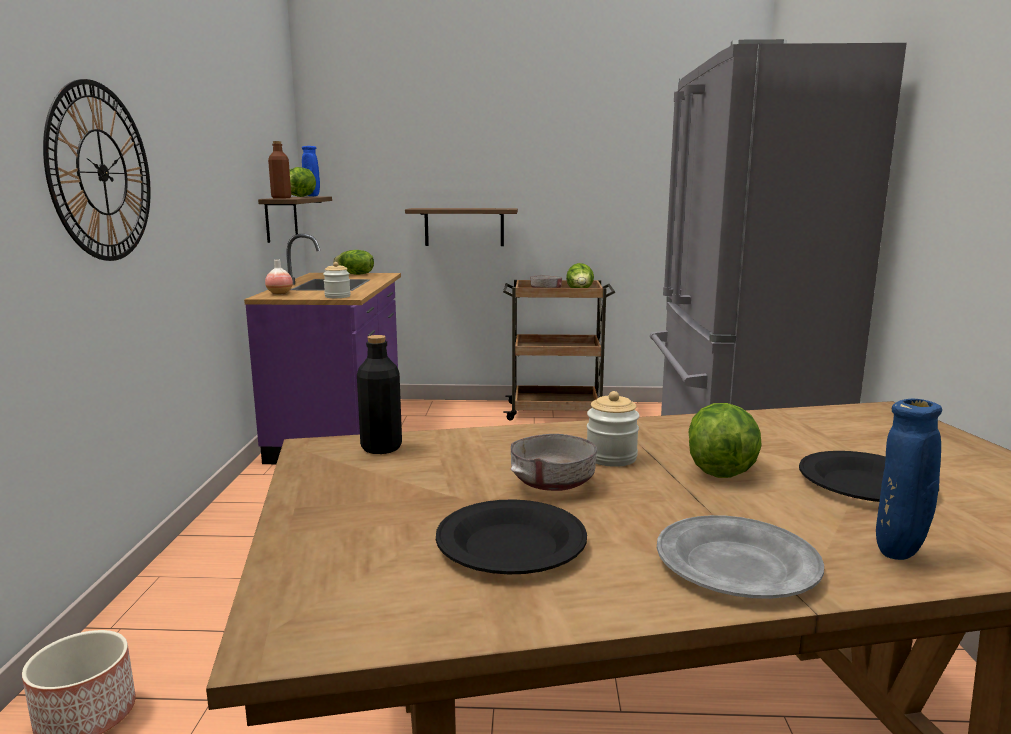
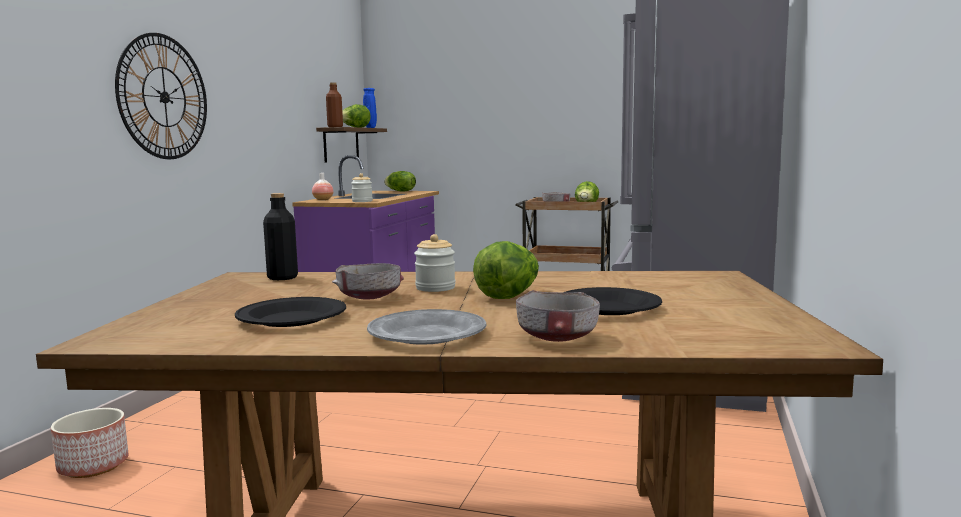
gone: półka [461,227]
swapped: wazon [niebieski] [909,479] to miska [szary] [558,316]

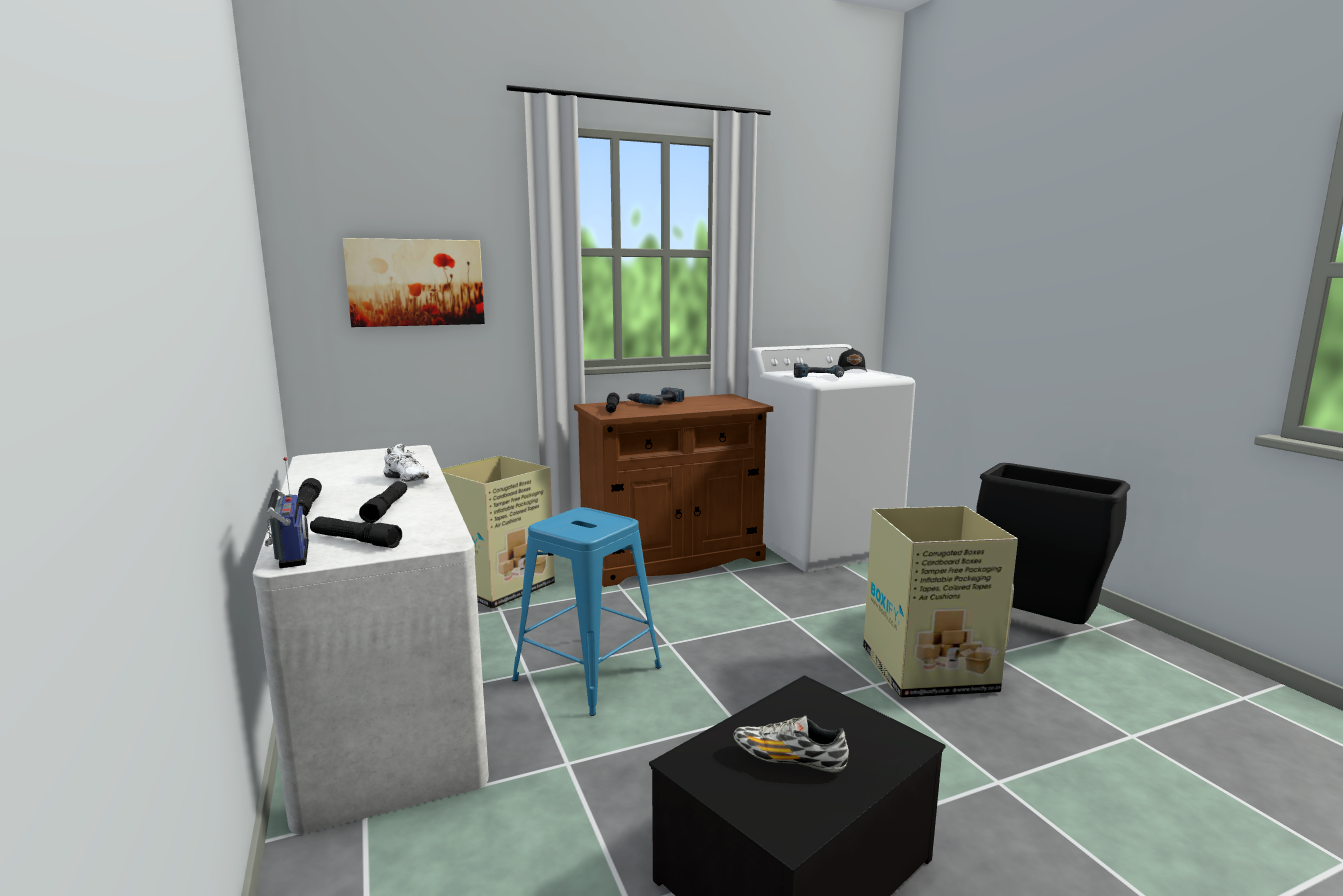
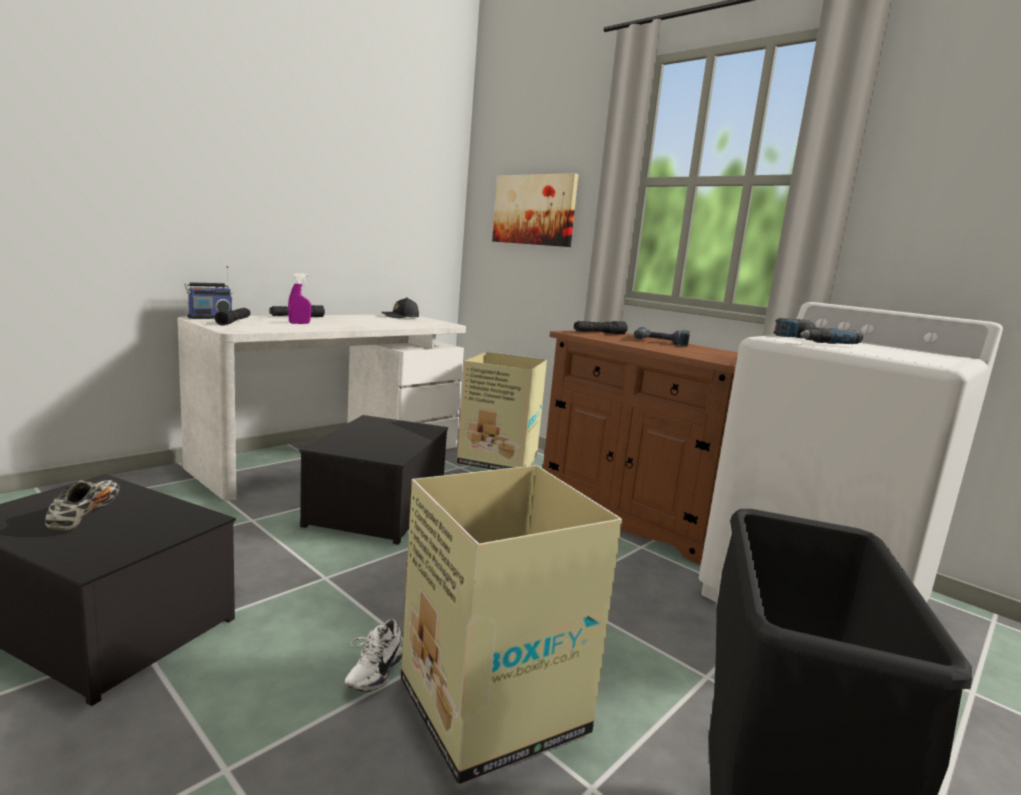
shifted: but [biały] [406,463] to [374,655]; czapka z daszkiem [czarny] [852,359] to [400,307]
swapped: latarka [czarny] [383,502] to spryskiwacz [fioletowy] [299,298]; stołek [niebieski] [586,611] to pojemnik do przechowywania [373,480]

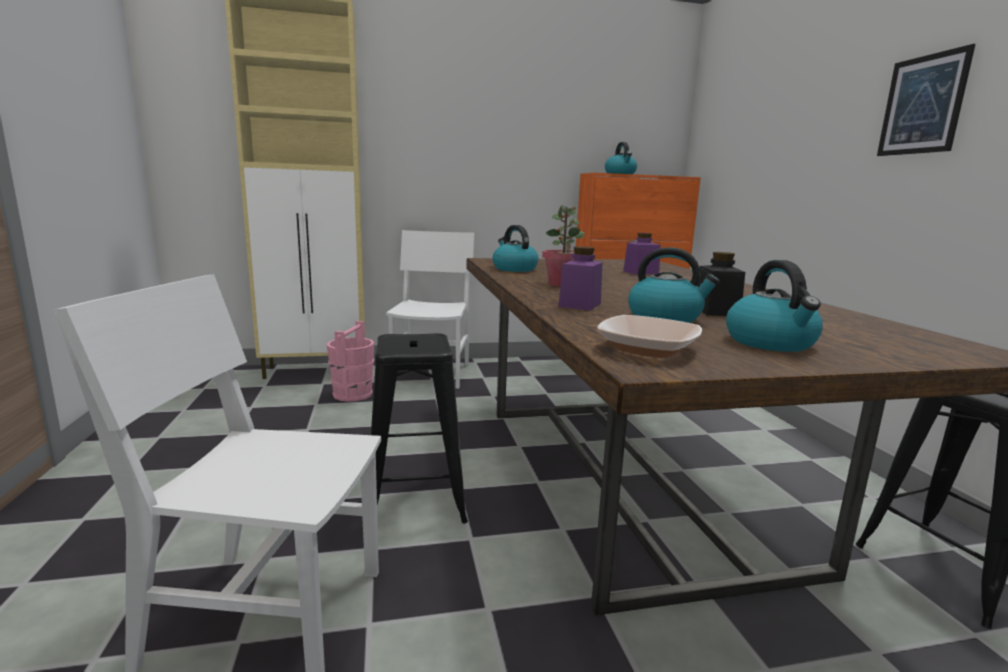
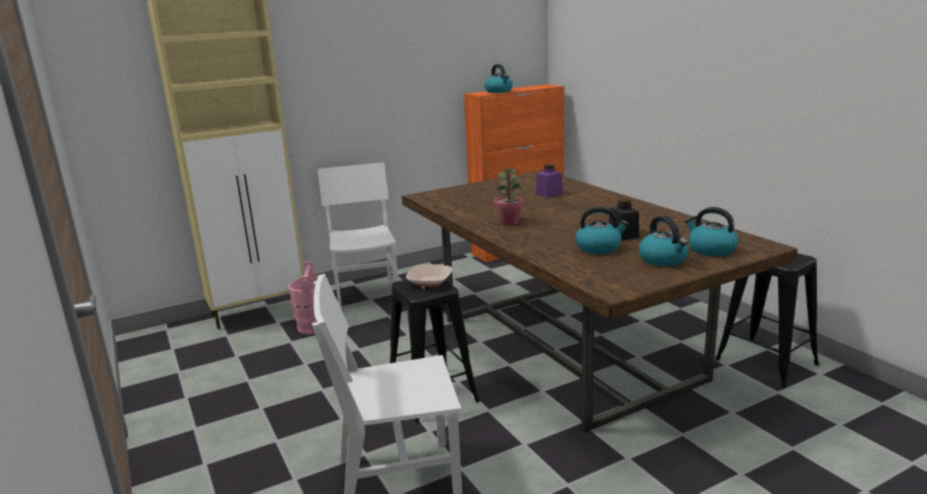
gone: słoik [fioletowy] [580,278]; obraz [926,100]
shifted: czajnik [515,248] to [711,231]; miska [649,336] to [429,275]

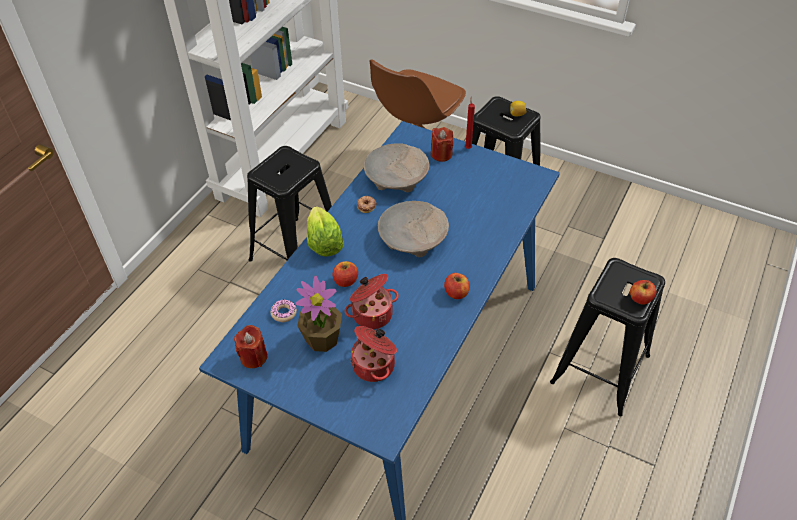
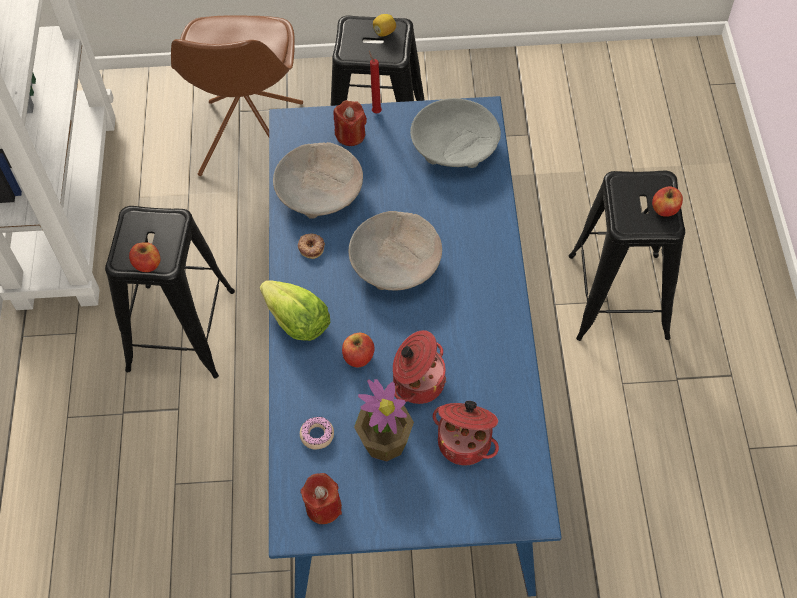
new: miska [szary] [455,133]
shifted: jabłko [456,286] to [145,257]

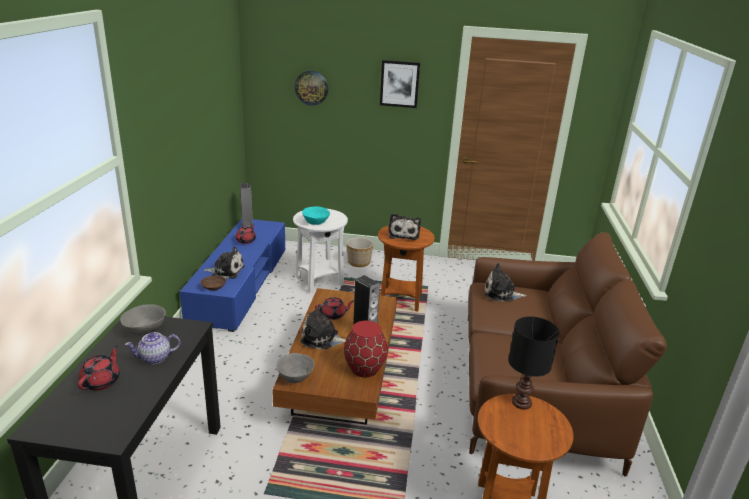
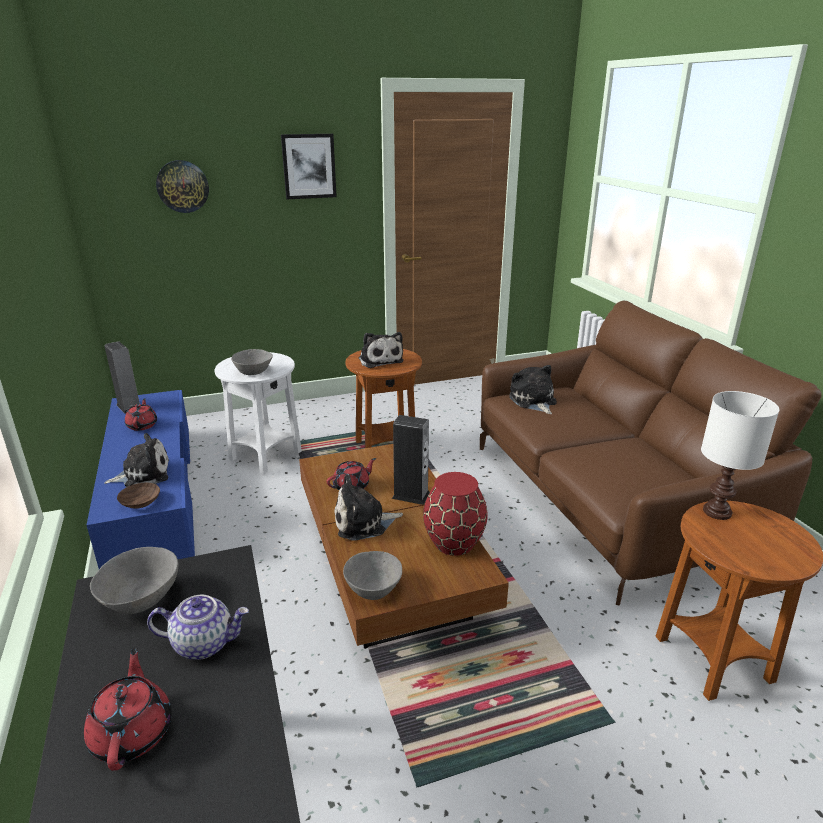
gone: donica [360,252]
repainted: miska [turkusowy] [316,216] to miska [szary] [252,362]; lampa stołowa [czarny] [533,363] to lampa stołowa [biały] [740,455]
rotated: imbryk [152,348] = [198,627] 135 degrees counterclockwise; pluszak [506,282] = [533,389] 90 degrees clockwise

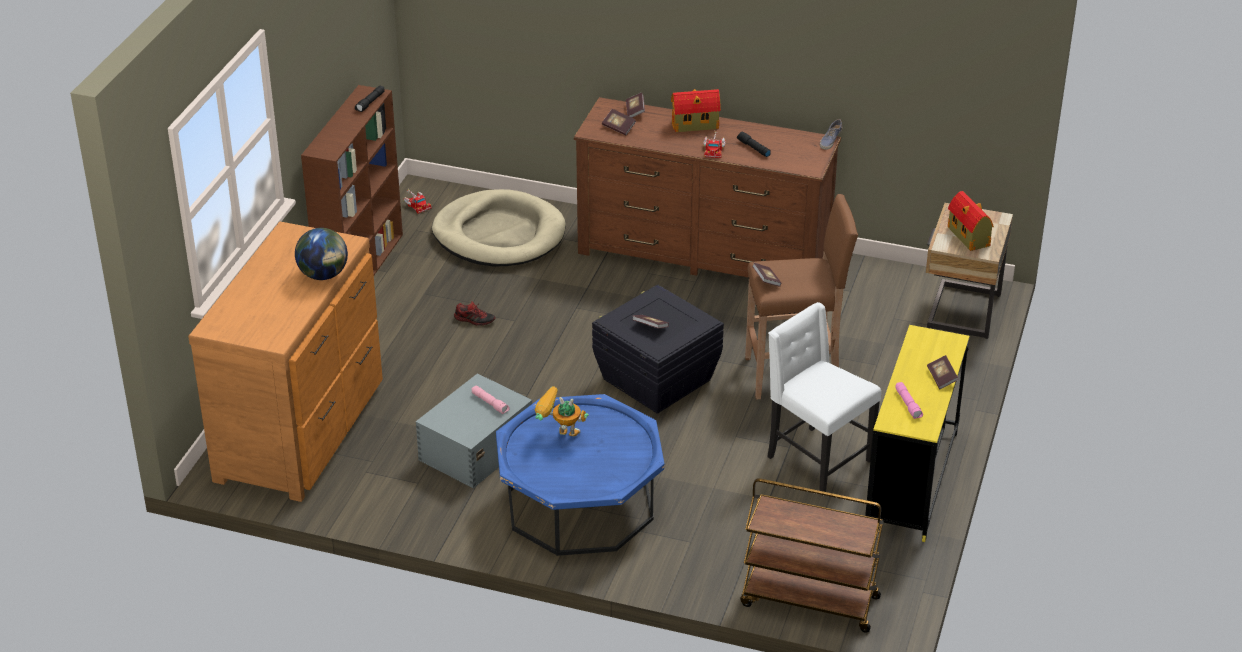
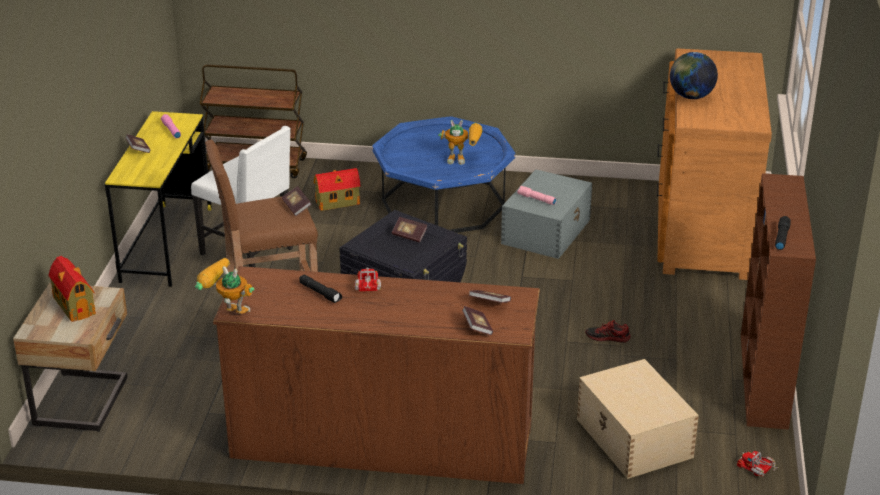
shifted: domek [696,110] to [337,189]
swapped: legowisko [beżowy] [499,227] to pojemnik do przechowywania [beżowy] [638,419]; but [831,134] to robot zabawkowy [224,286]

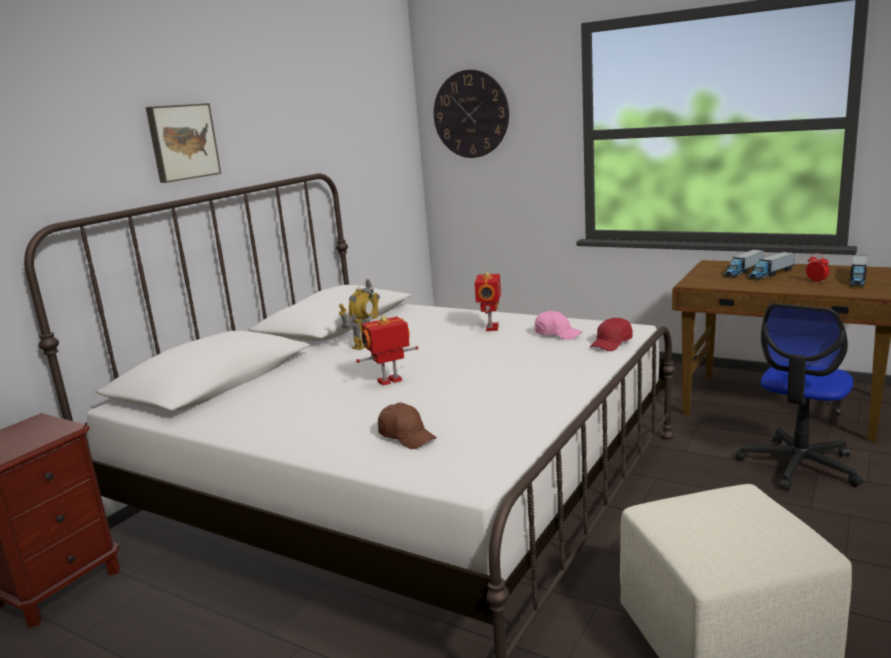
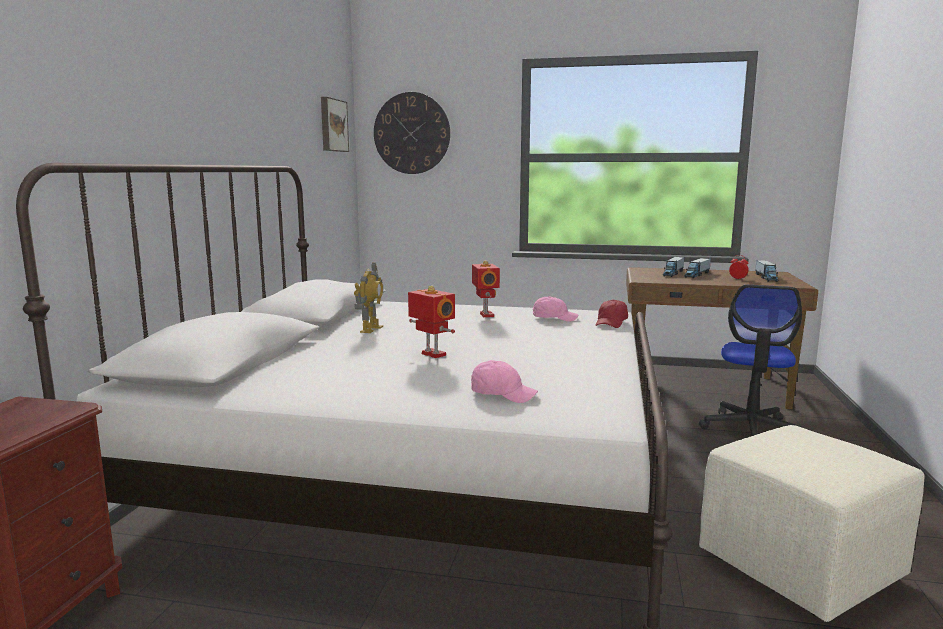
shifted: obraz [183,143] to [335,124]
repainted: czapka z daszkiem [brązowy] [407,426] to czapka z daszkiem [różowy] [504,381]
rotated: robot zabawkowy [387,351] = [431,321] 90 degrees clockwise

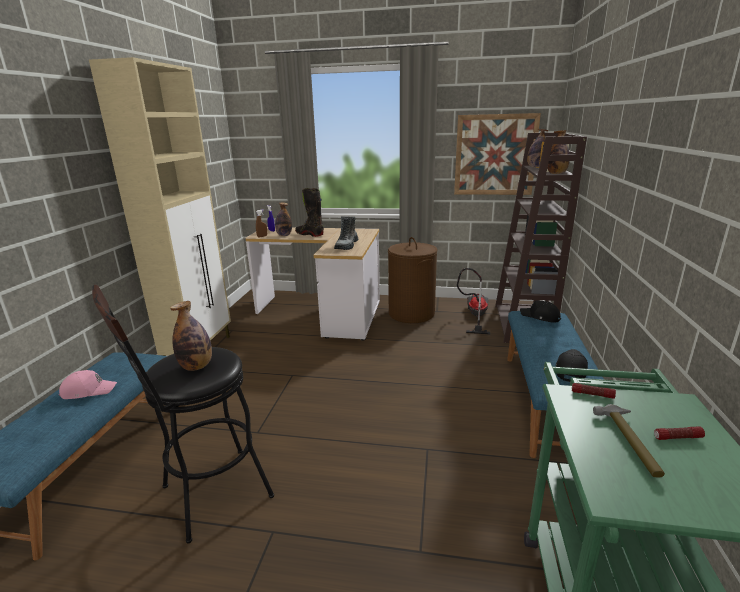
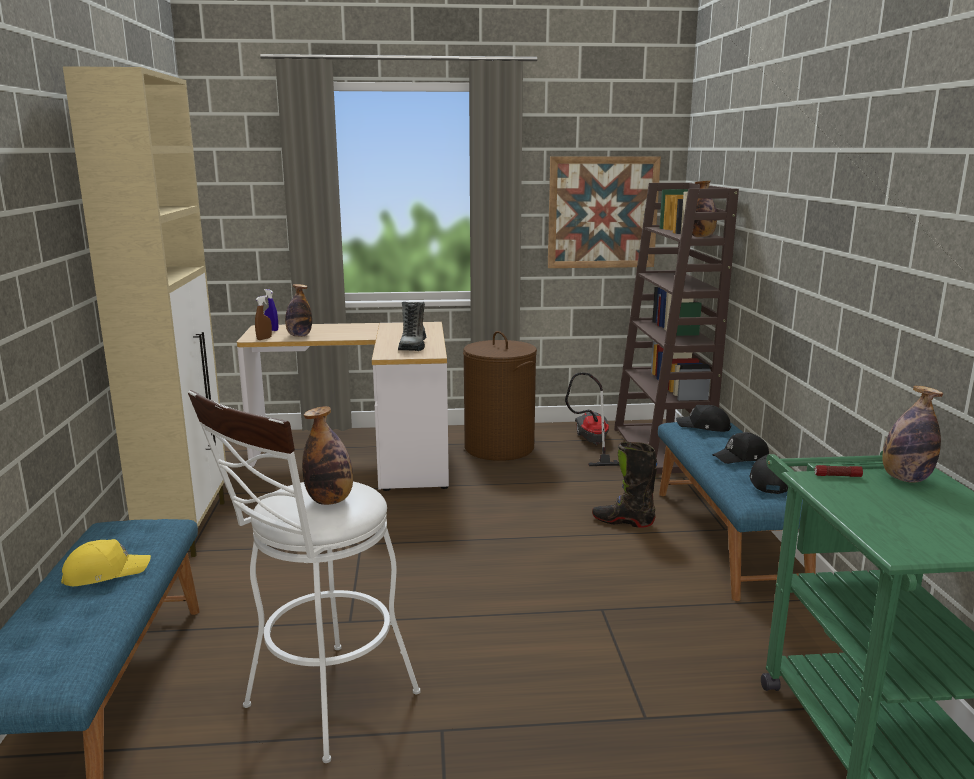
gone: młotek [629,440]; latarka [679,433]
new: czapka z daszkiem [czarny] [740,448]
shifted: but z cholewką [czarny] [309,212] to [624,484]; butelka [537,148] to [912,434]
repainted: czapka z daszkiem [różowy] [88,384] to czapka z daszkiem [żółty] [106,562]; stołek [czarny] [183,414] to stołek [biały] [304,576]

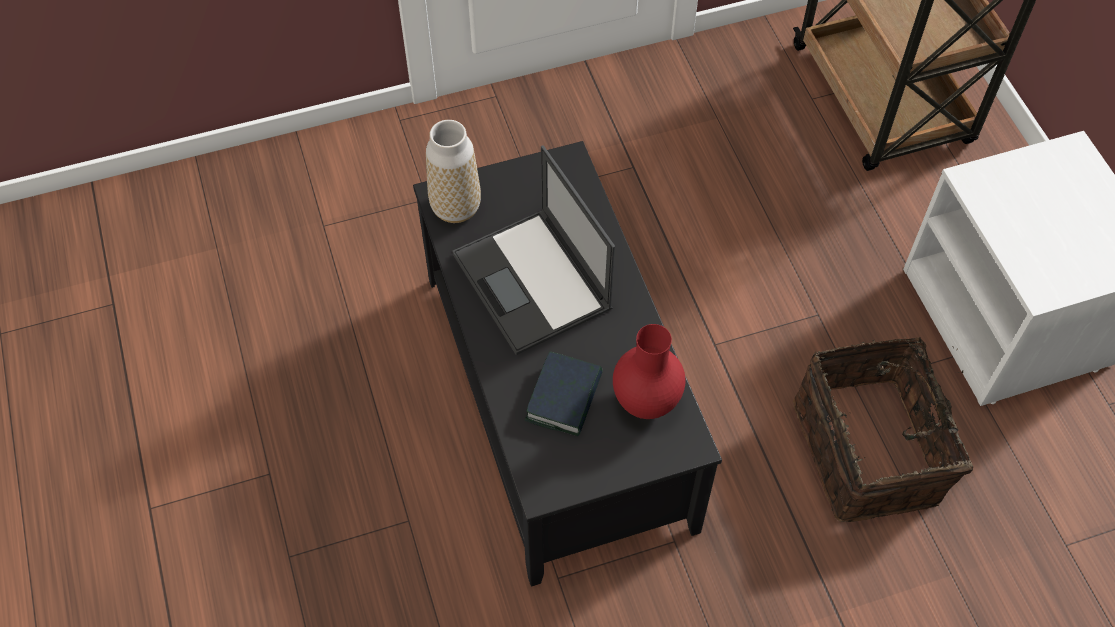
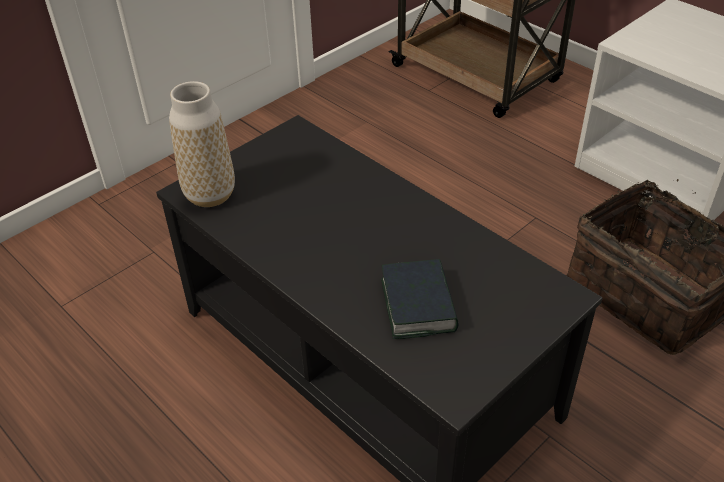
gone: laptop [533,250]; wazon [czerwony] [649,371]

